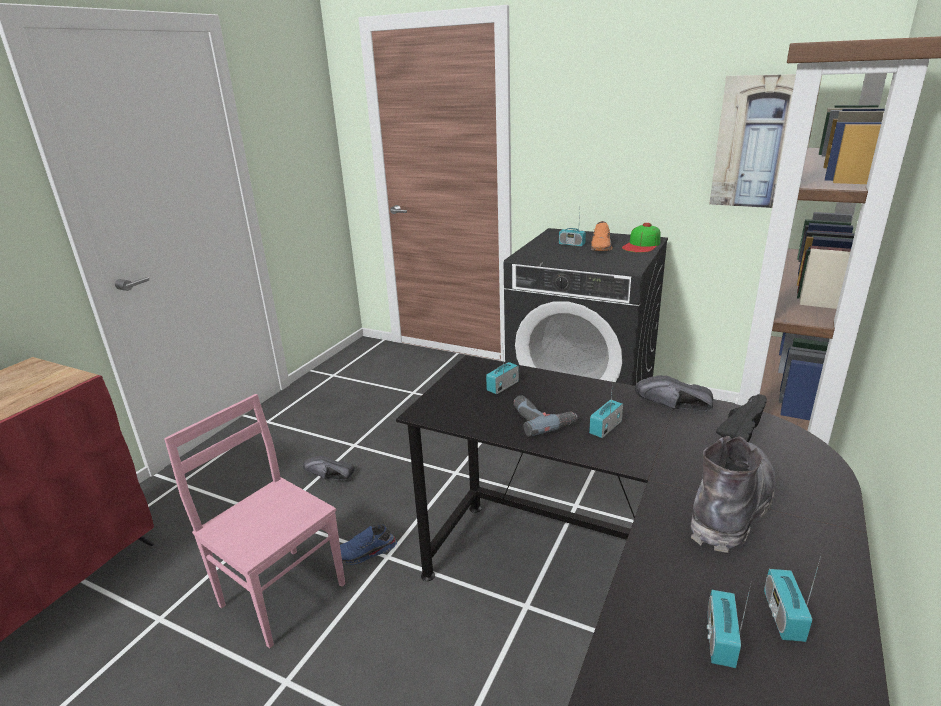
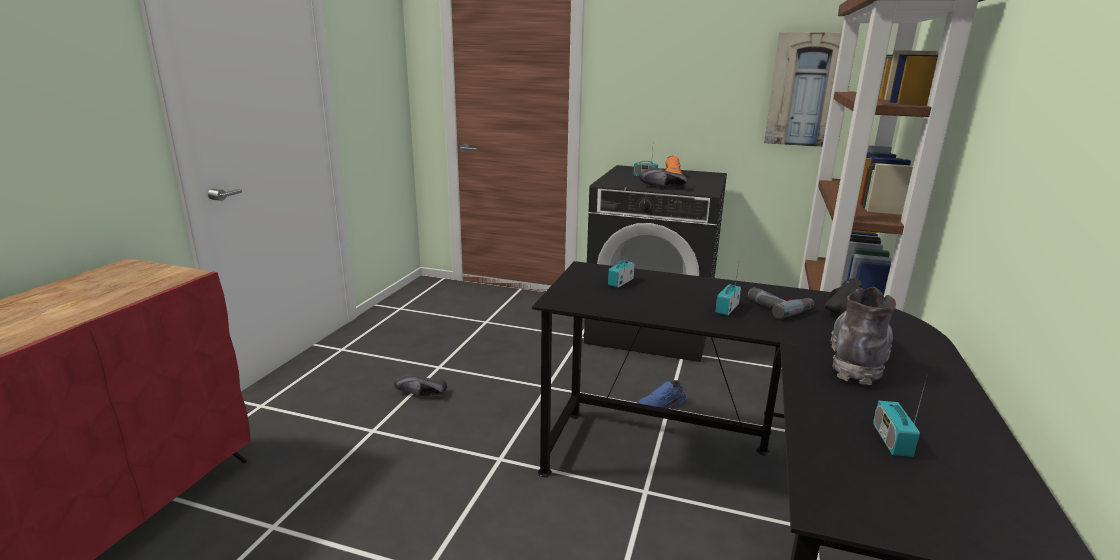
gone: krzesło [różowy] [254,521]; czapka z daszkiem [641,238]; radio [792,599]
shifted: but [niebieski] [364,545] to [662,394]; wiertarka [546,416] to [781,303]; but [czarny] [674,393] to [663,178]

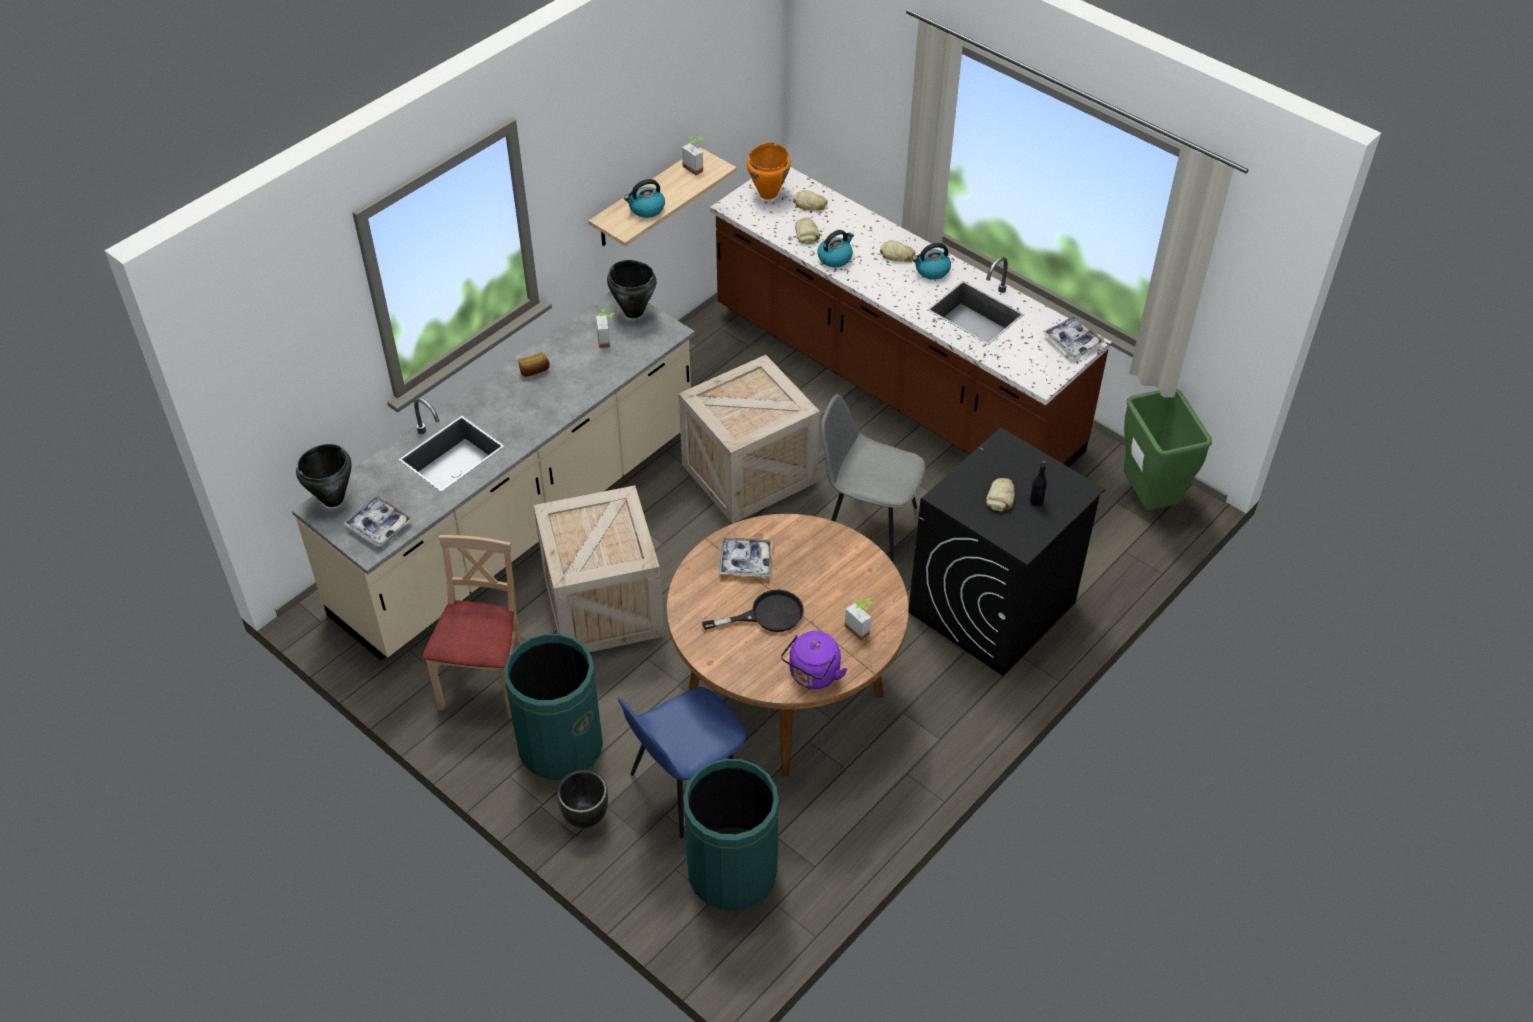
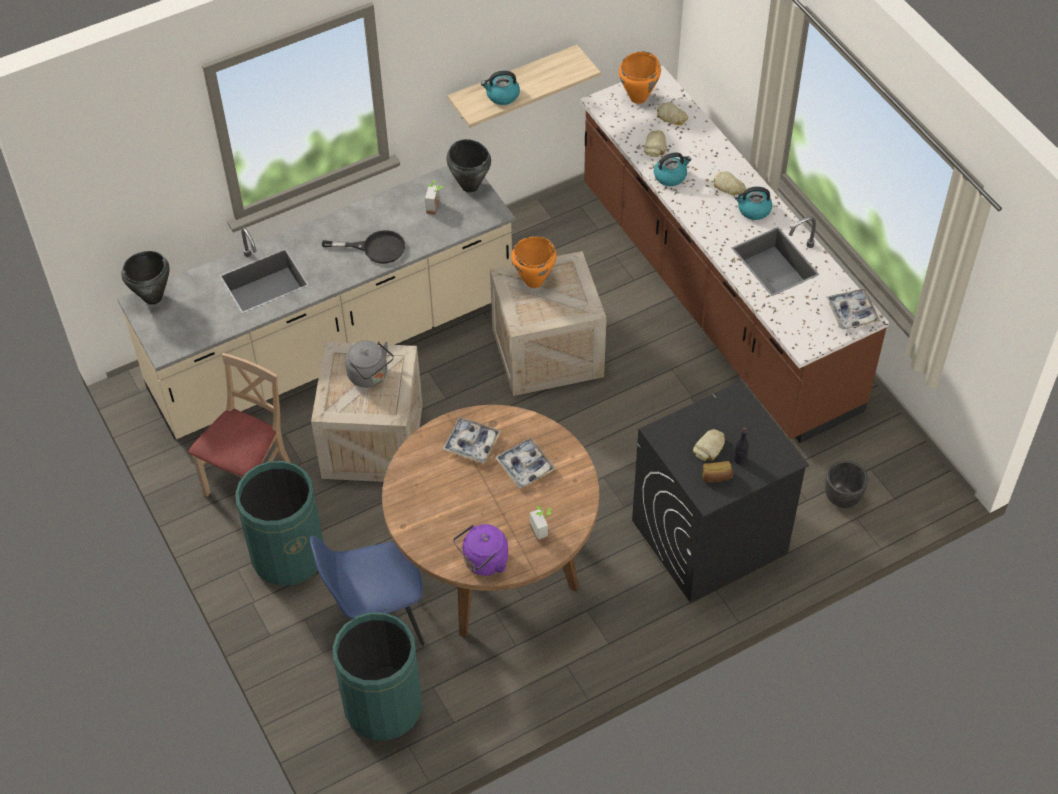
gone: roślina doniczkowa [693,155]; krzesło [szary] [873,478]; kosz na śmieci [zielony] [1168,449]
new: czajnik [szary] [369,364]; garnek [pomarańczowy] [534,262]
shifted: taca [378,521] to [525,463]; chleb [534,364] to [718,471]; donica [czarny] [582,799] to [846,484]; patelnia [czarny] [753,610] to [363,247]

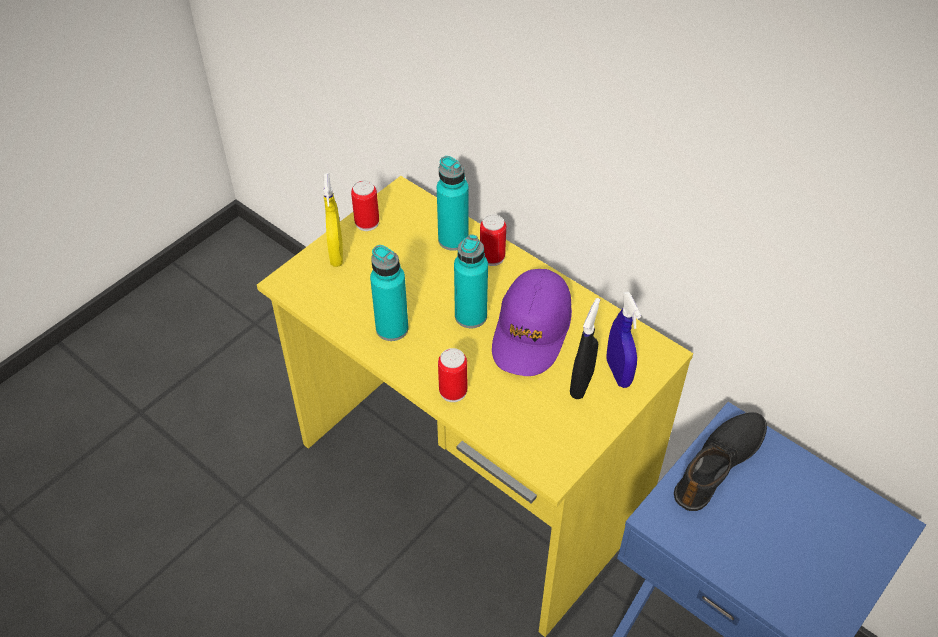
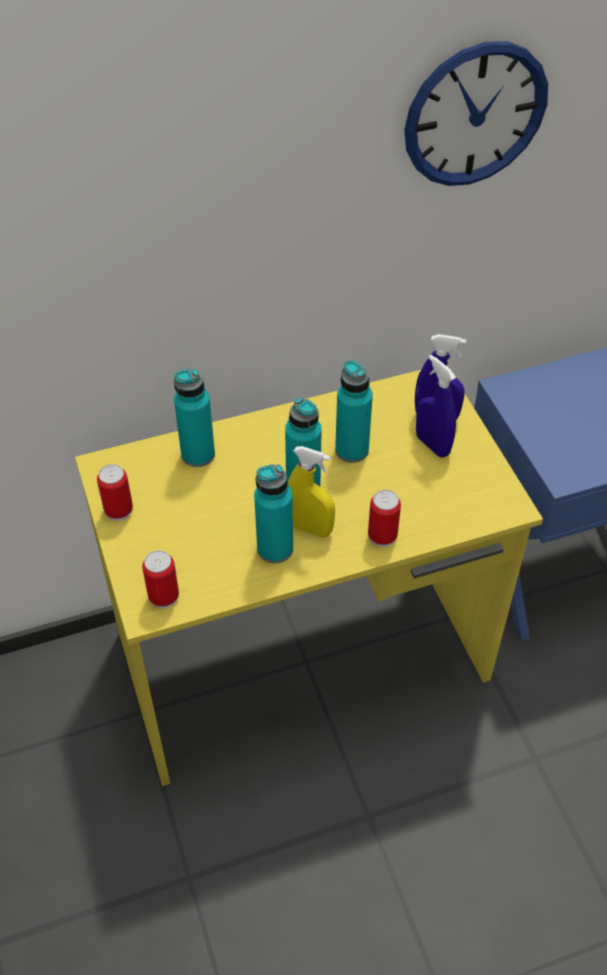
gone: but [czarny] [720,461]
new: zegar ścienny [476,113]
shifted: spryskiwacz [żółty] [333,220] to [311,492]; puszka [493,240] to [160,579]
swapped: czapka z daszkiem [fioletowy] [532,322] to butelka [turkusowy] [354,411]
repainted: spryskiwacz [czarny] [585,348] to spryskiwacz [niebieski] [436,406]

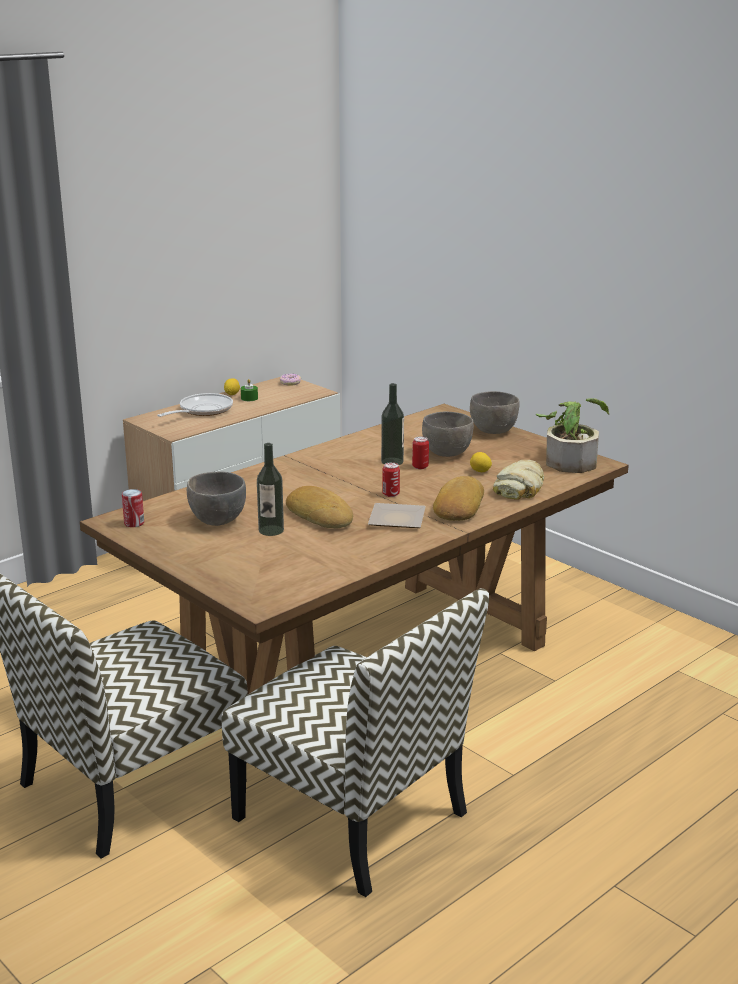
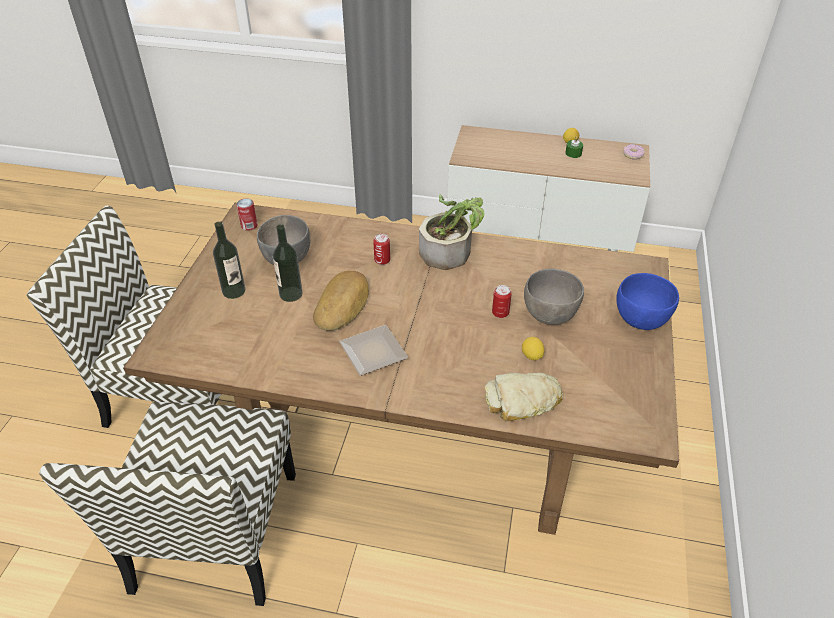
gone: patelnia [195,405]; chleb [458,498]
shifted: butelka [392,424] to [229,260]; puszka [391,479] to [381,249]; roślina doniczkowa [572,435] to [452,232]
repainted: miska [szary] [494,412] to miska [niebieski] [648,301]

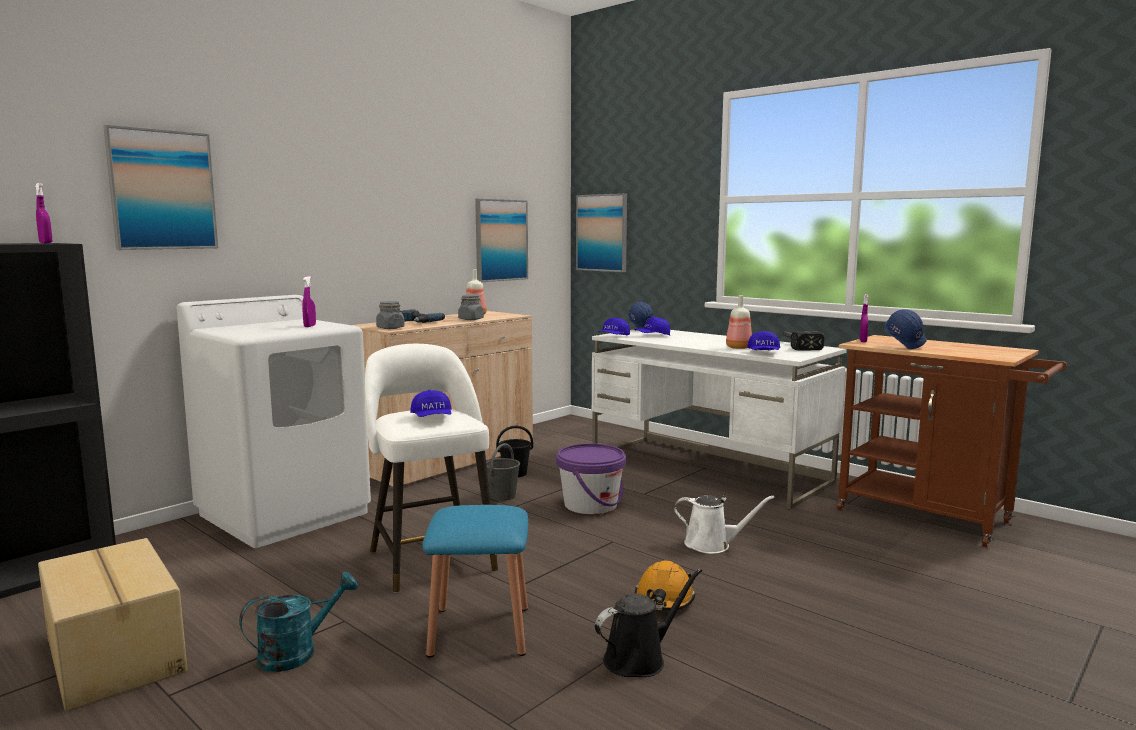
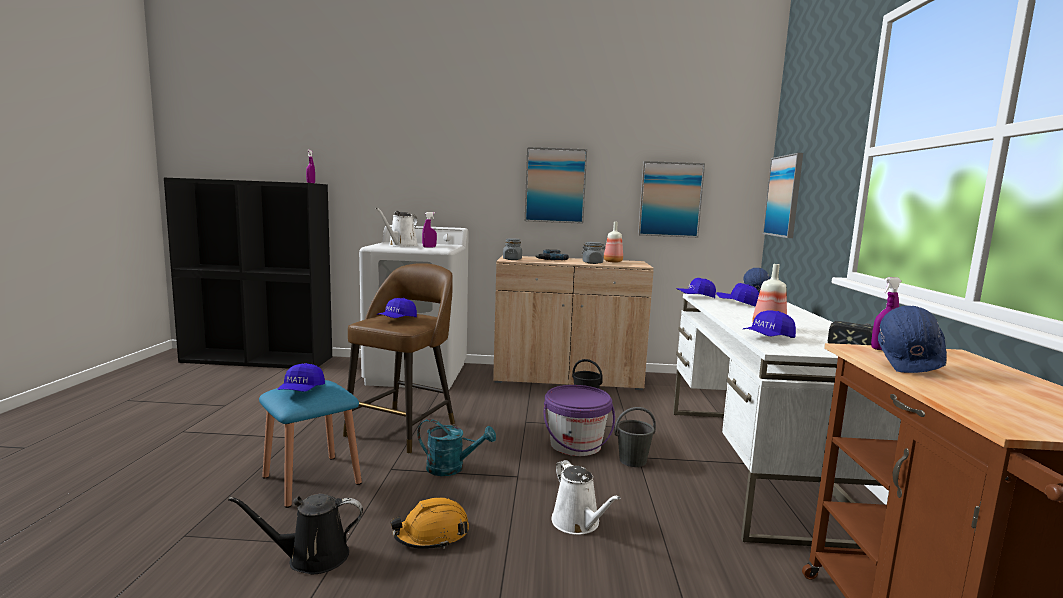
gone: karton [112,624]
new: czapka z daszkiem [niebieski] [301,377]; konewka [biały] [397,227]
shifted: obraz [160,187] to [556,185]; konewka [turkusowy] [298,622] to [456,447]; wiadro [szary] [503,472] to [635,437]
repainted: stołek [biały] [431,468] to stołek [brązowy] [399,358]
rotated: konewka [czarny] [648,623] = [296,534] 150 degrees clockwise

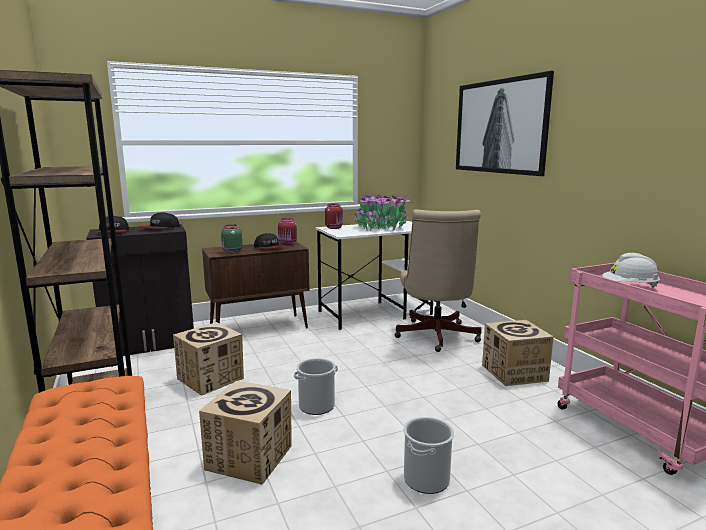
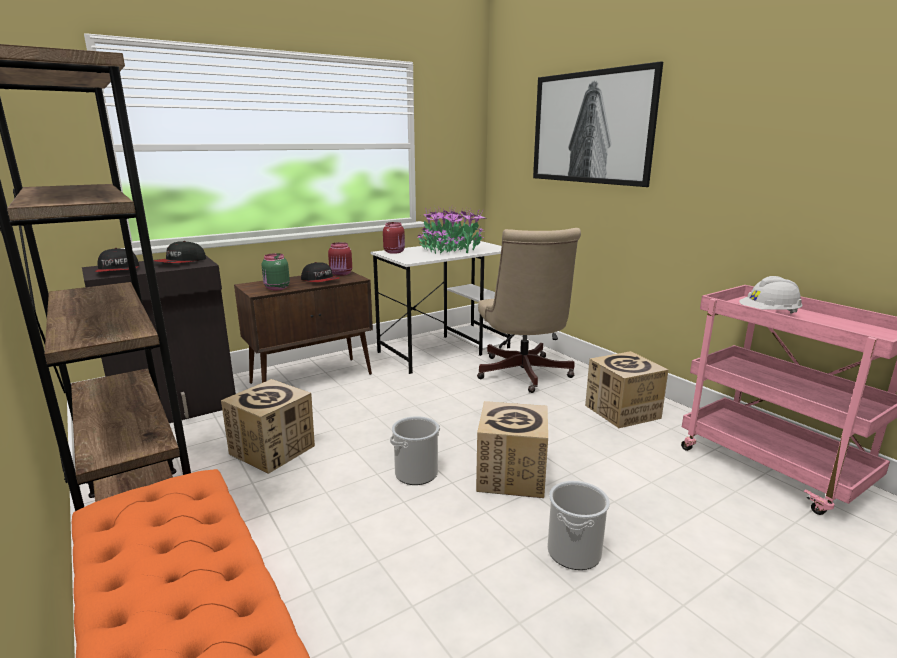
shifted: karton [245,433] to [512,449]

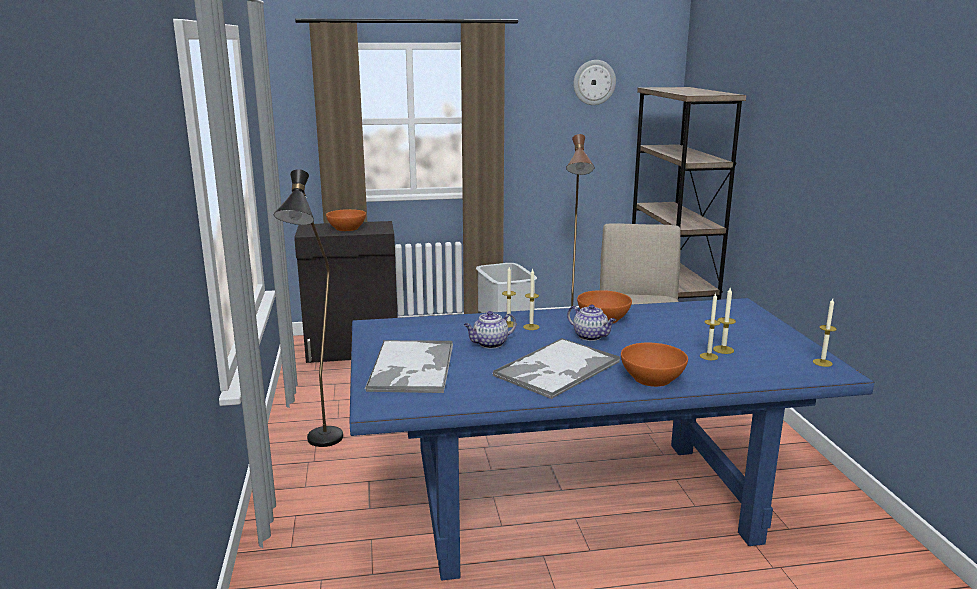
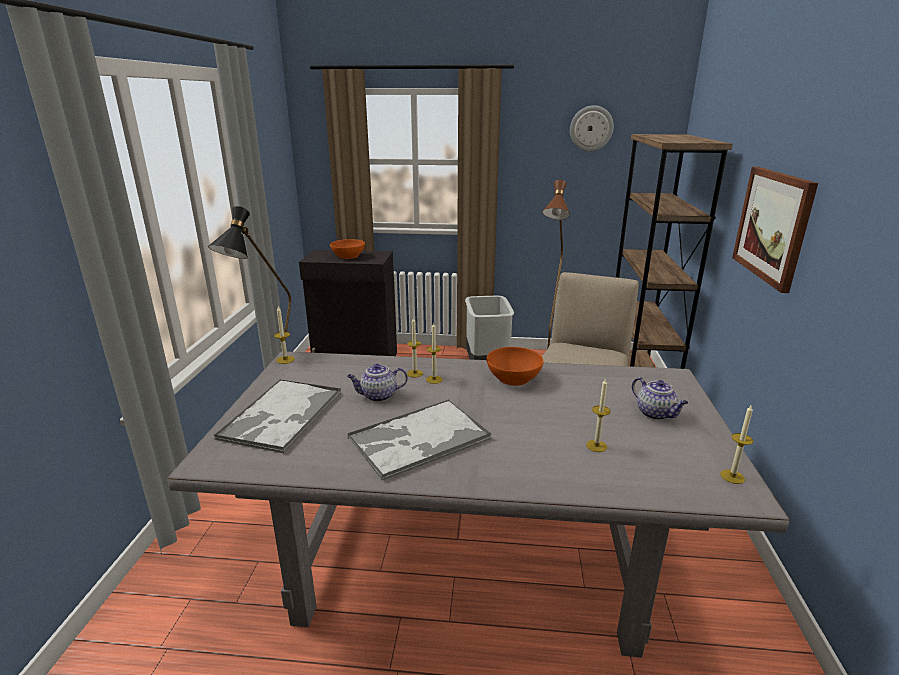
gone: miska [pomarańczowy] [654,365]
new: obraz [775,230]
shifted: imbryk [591,322] to [660,398]; świeca [724,321] to [284,335]
repainted: stół jadalny [niebieski] [612,439] to stół jadalny [szary] [478,504]

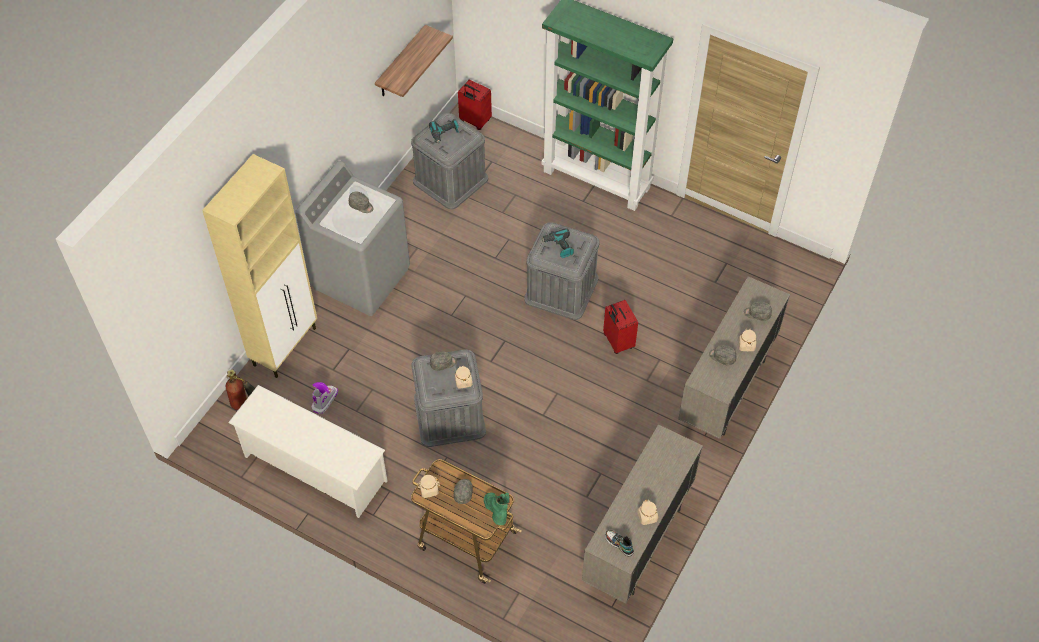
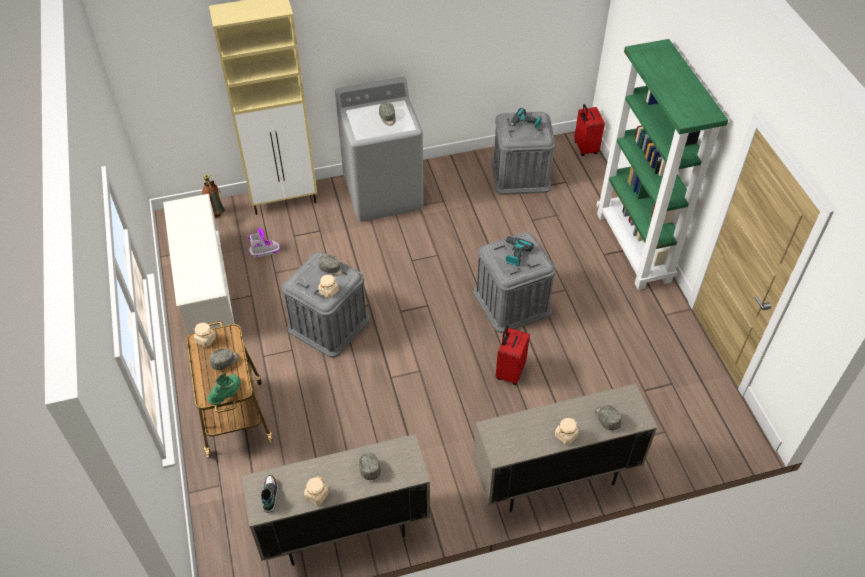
gone: półka [414,61]
shifted: czapka z daszkiem [szary] [722,355] to [370,466]

